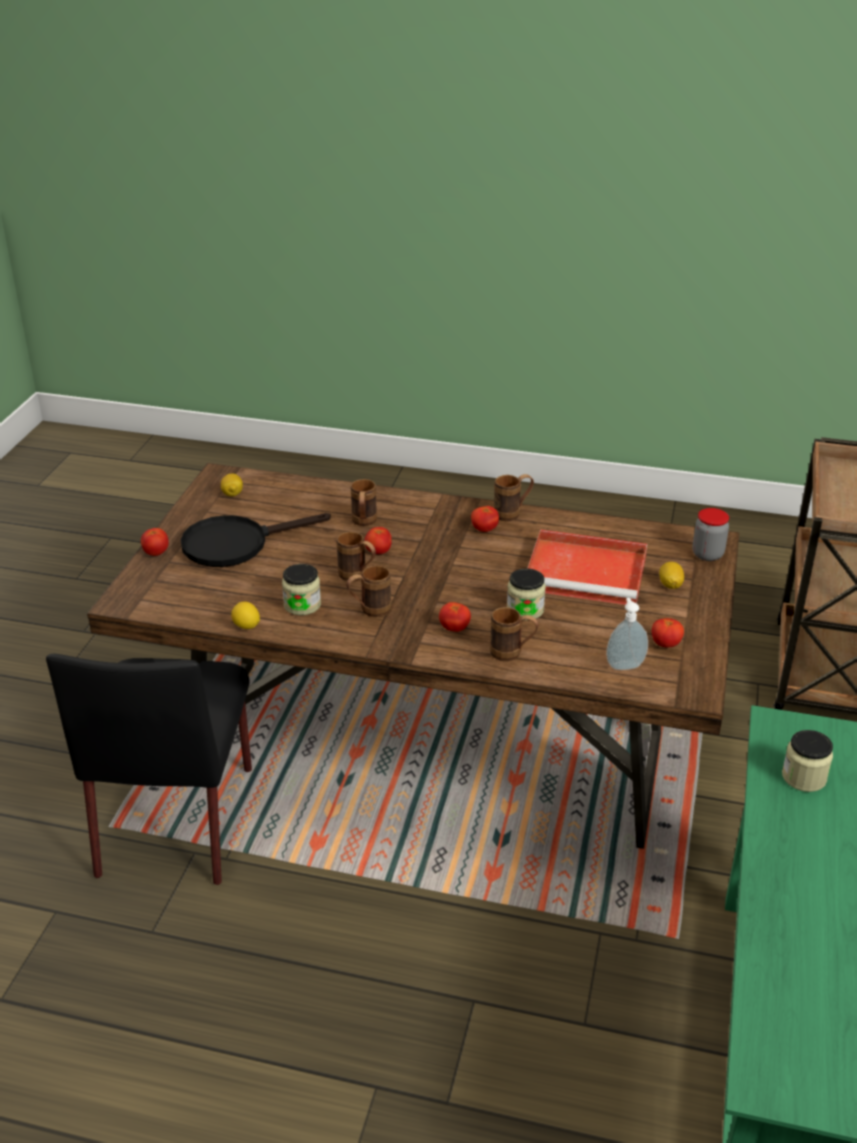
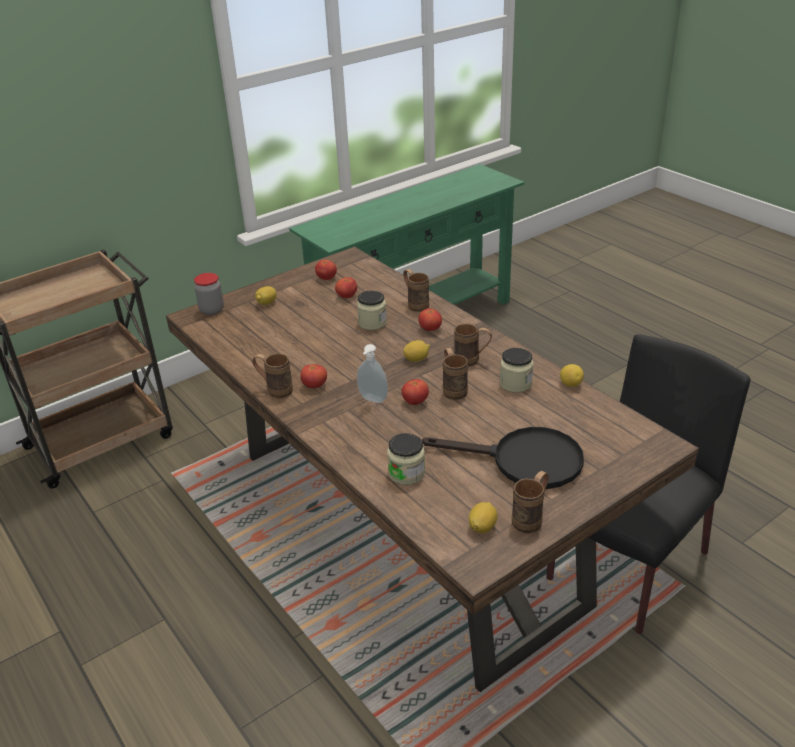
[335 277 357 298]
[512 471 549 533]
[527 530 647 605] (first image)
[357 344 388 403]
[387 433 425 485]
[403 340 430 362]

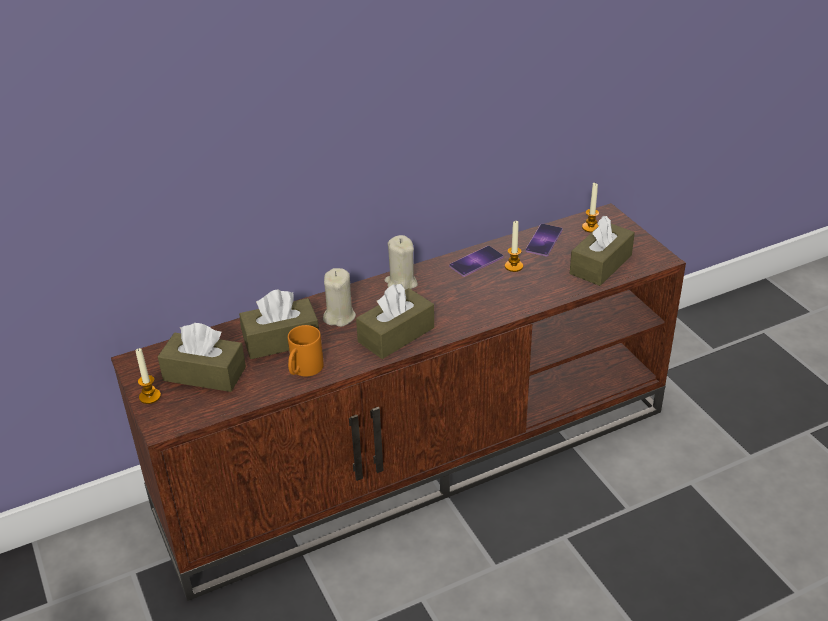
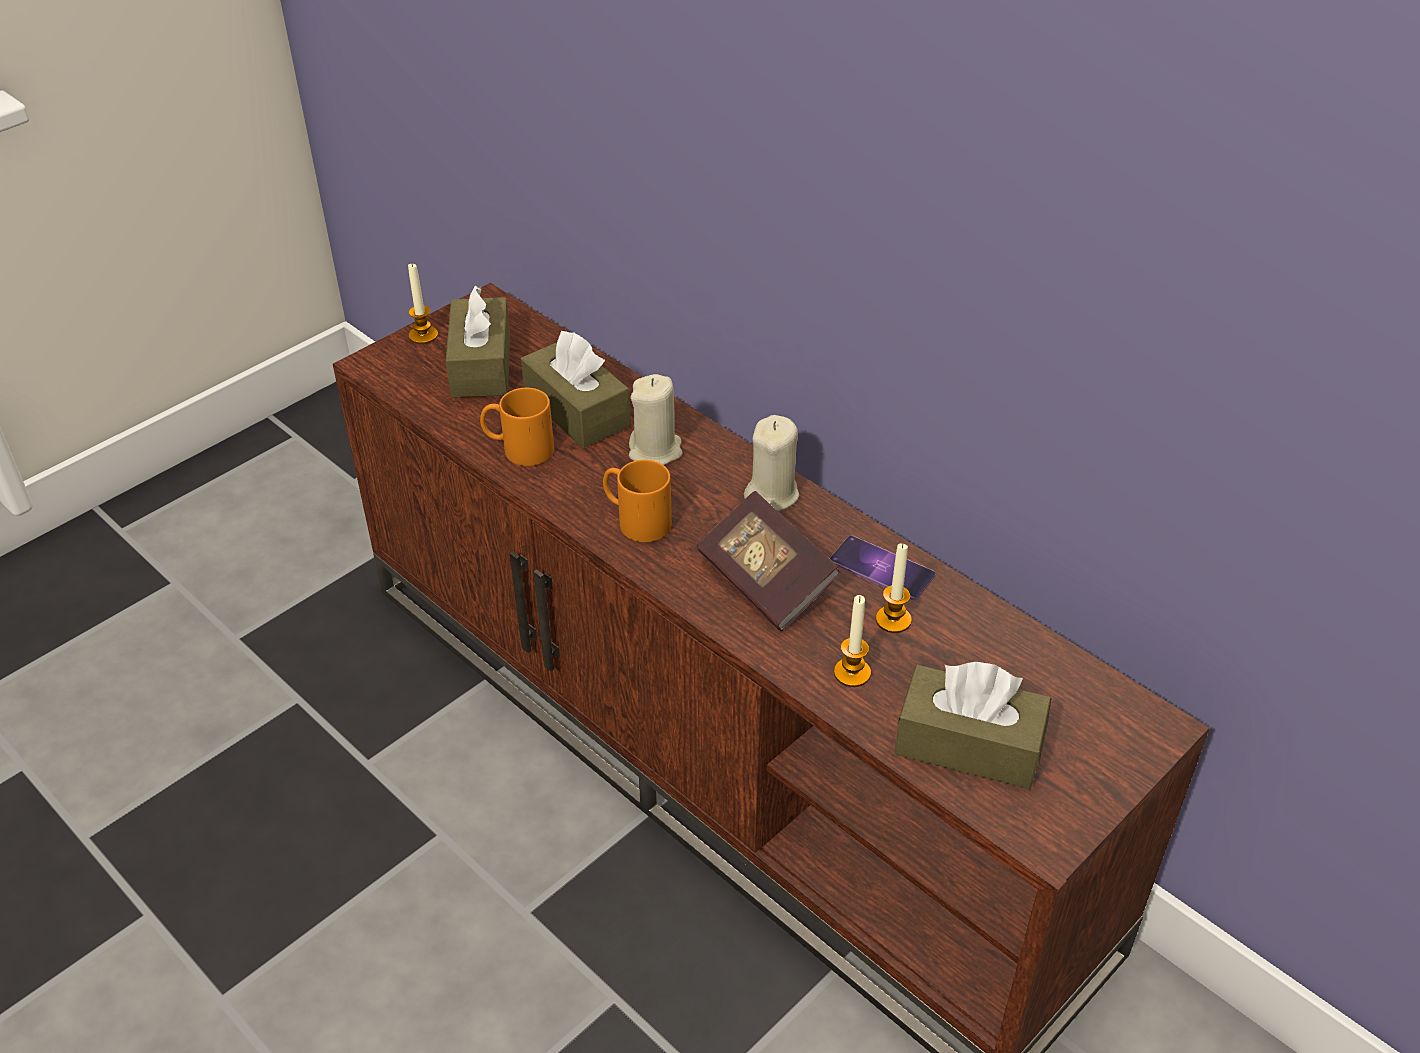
[603 460 672 542]
[526 224 563 256] (first image)
[834 595 871 687]
[697 491 841 631]

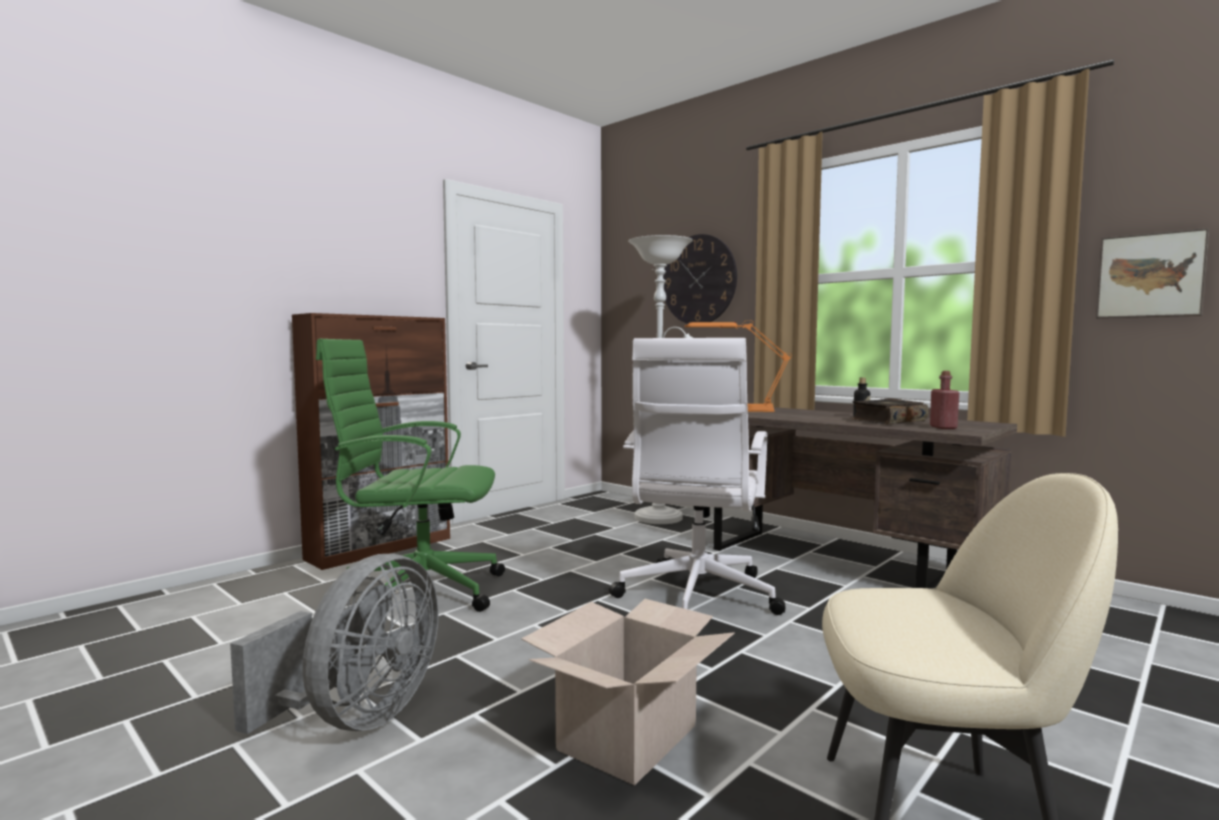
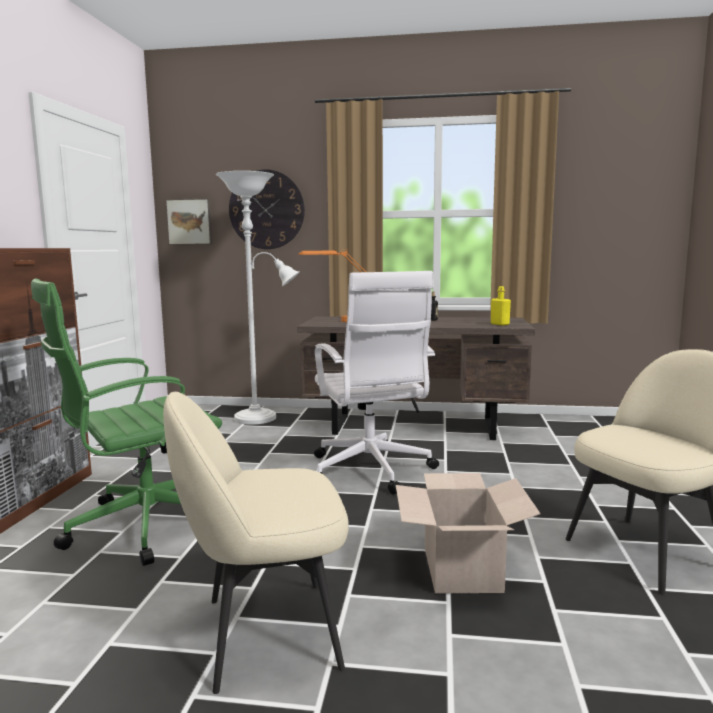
[163 392 349 694]
[851 398 929 424] (first image)
[491 286 511 326]
[165 198 213 245]

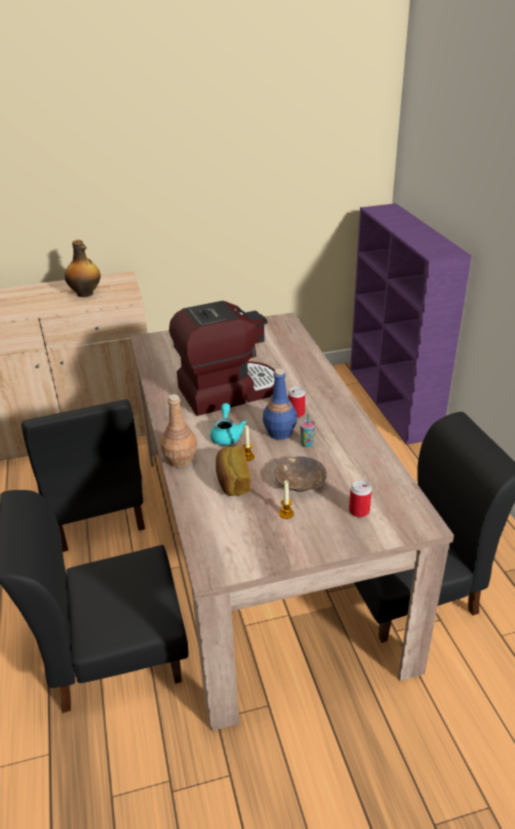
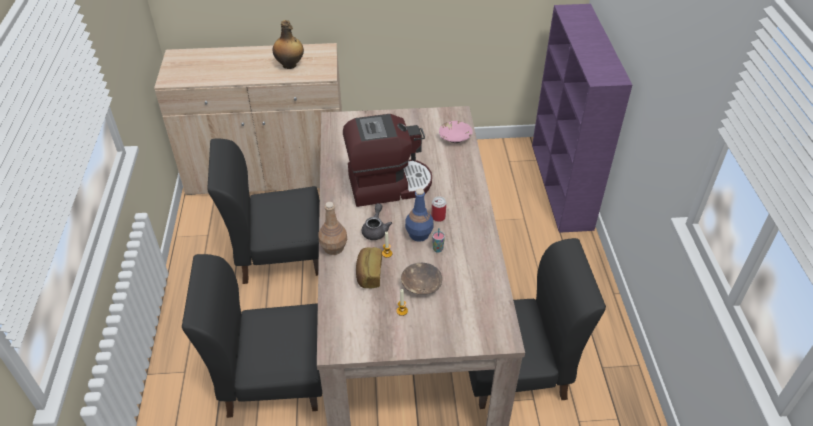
[207 138 320 284]
[362 203 392 240]
[349 480 372 517] (first image)
[439 121 473 143]

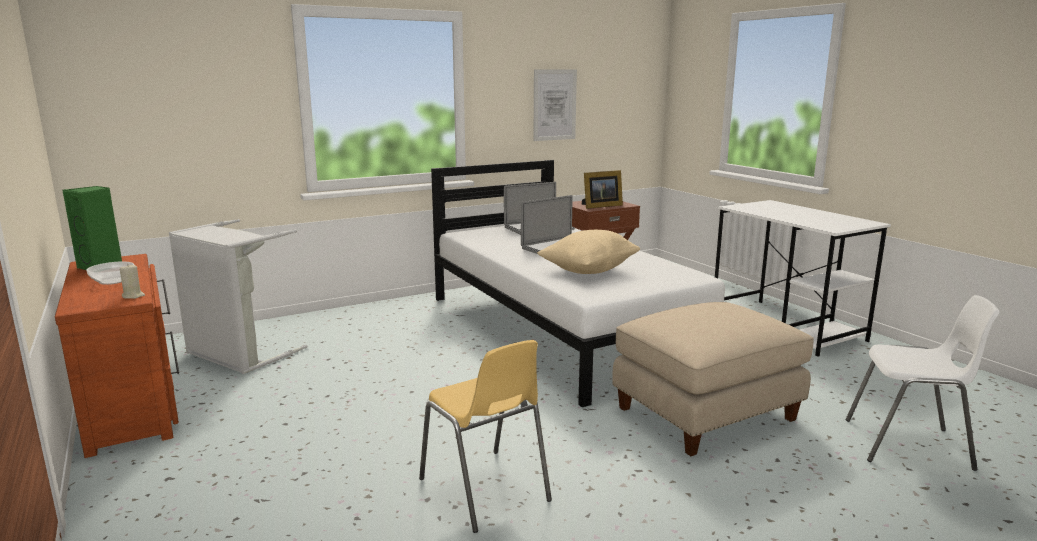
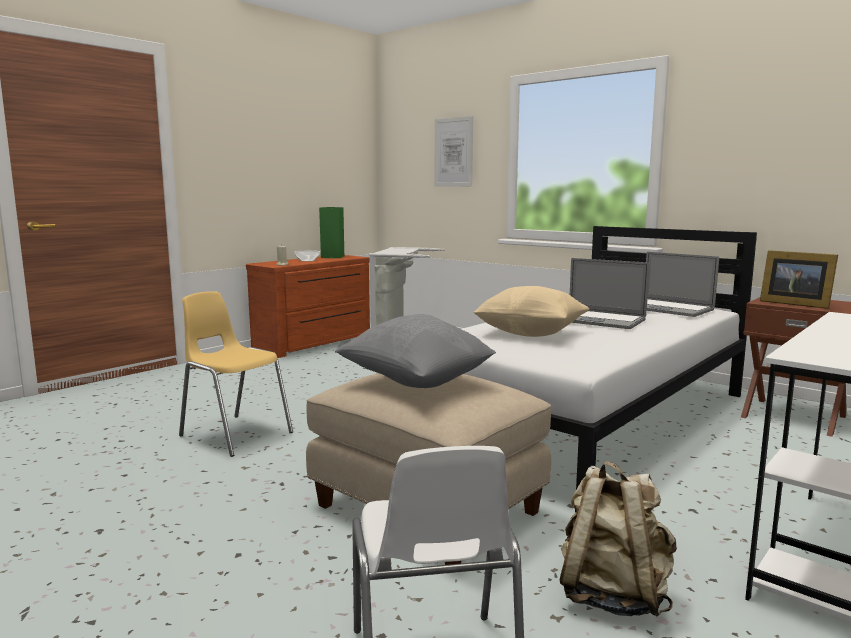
[179 291 293 457]
[435 116 473 187]
[335 314 496 388]
[560 461 677 616]

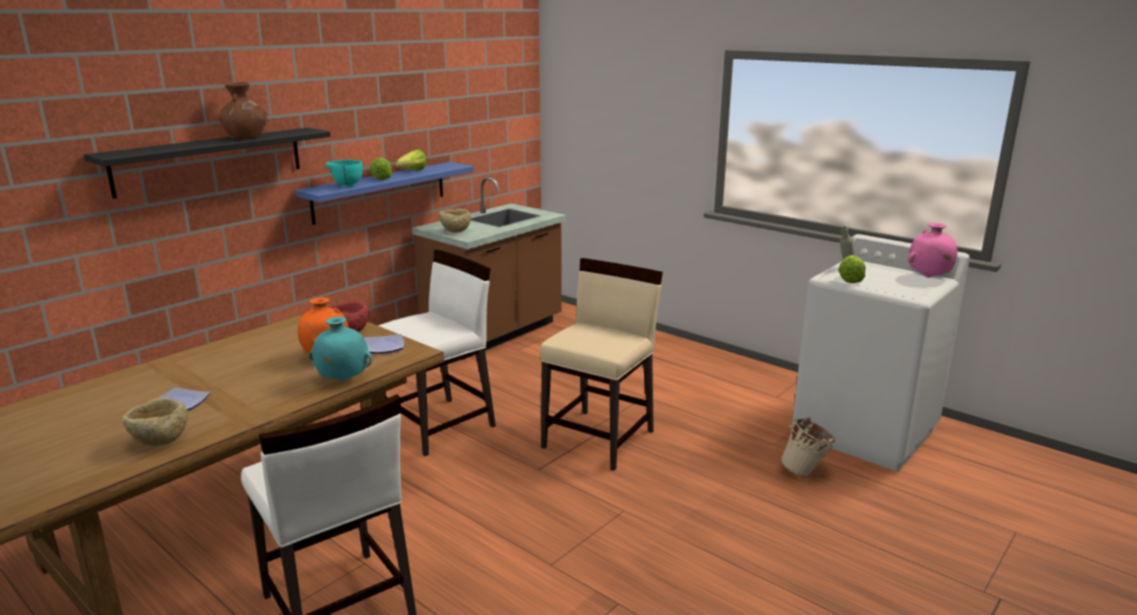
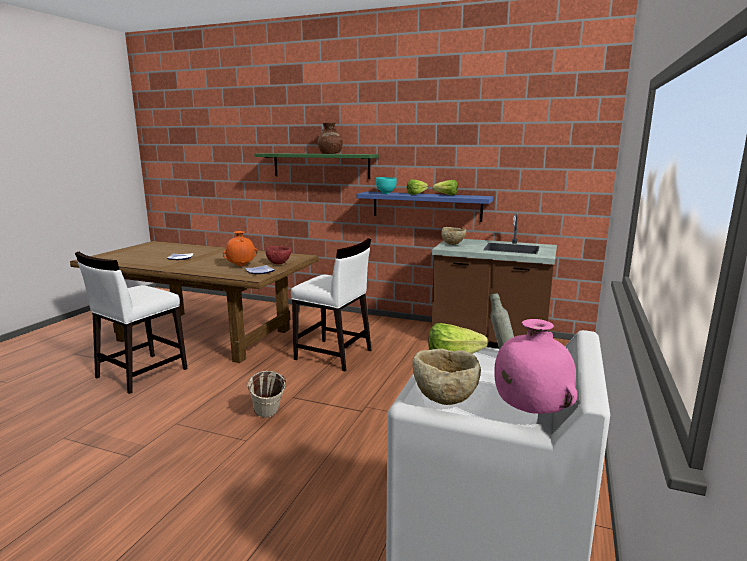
[255 153 379 179]
[412 349 481 405]
[309 317 372 381] (first image)
[540 258 663 471] (first image)
[247 371 286 418]

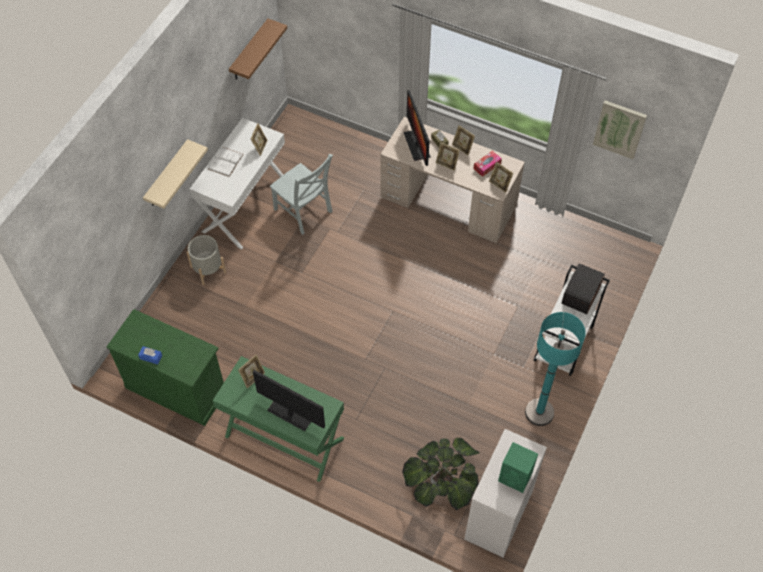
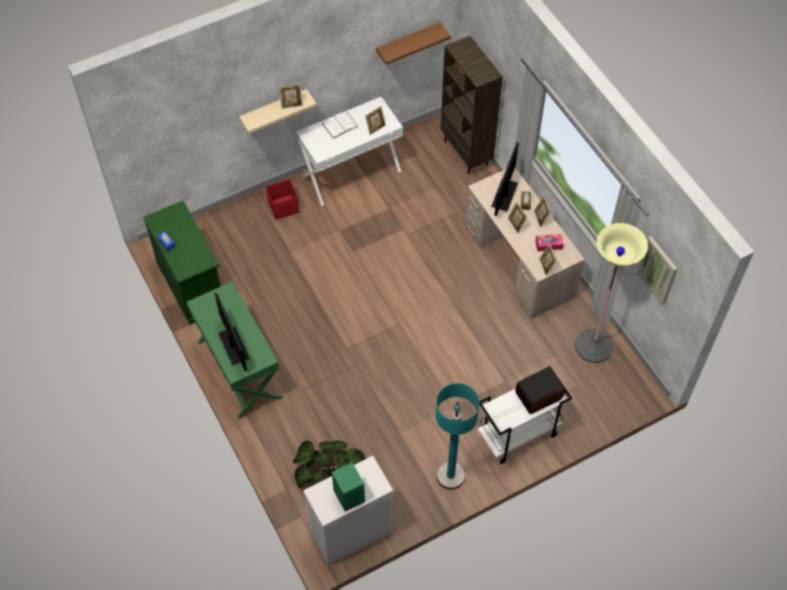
[266 179 299 220]
[279 84 302 109]
[270 154 333 235] (first image)
[441 36 503 174]
[575 223 648 363]

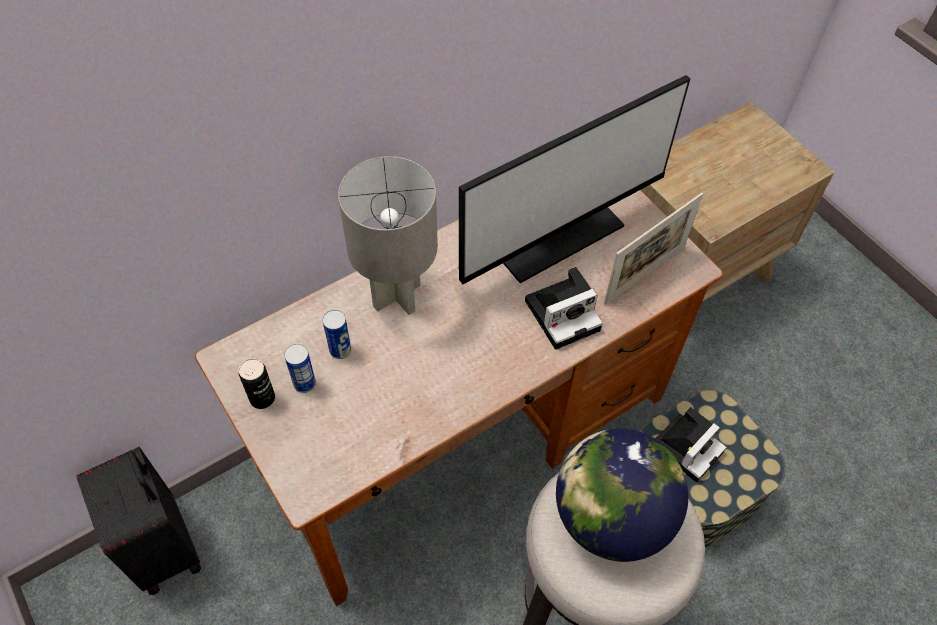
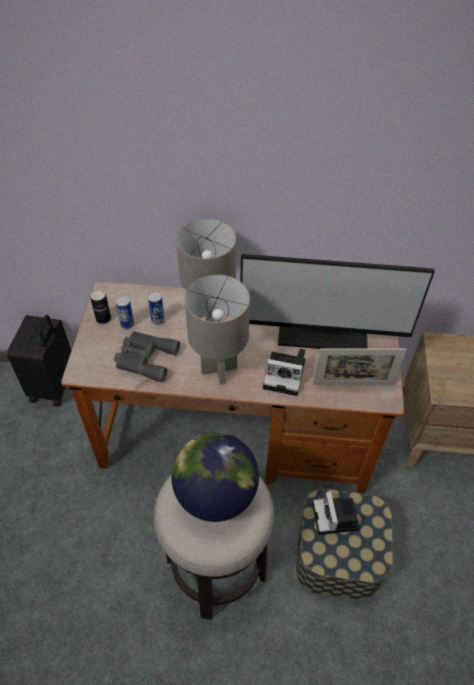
[312 491 360 535]
[114 331 180 383]
[185 275 250 384]

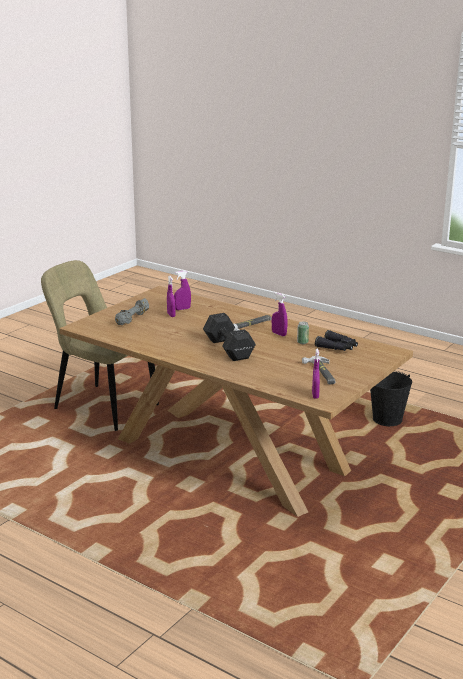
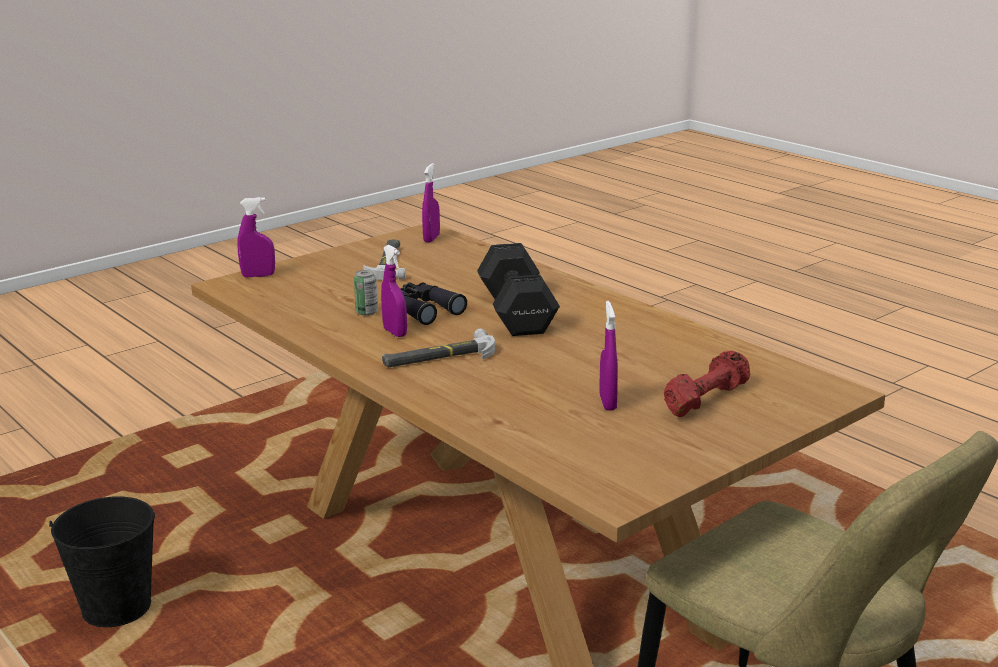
[664 351 750 417]
[237 197 275 277]
[401 282 467 325]

